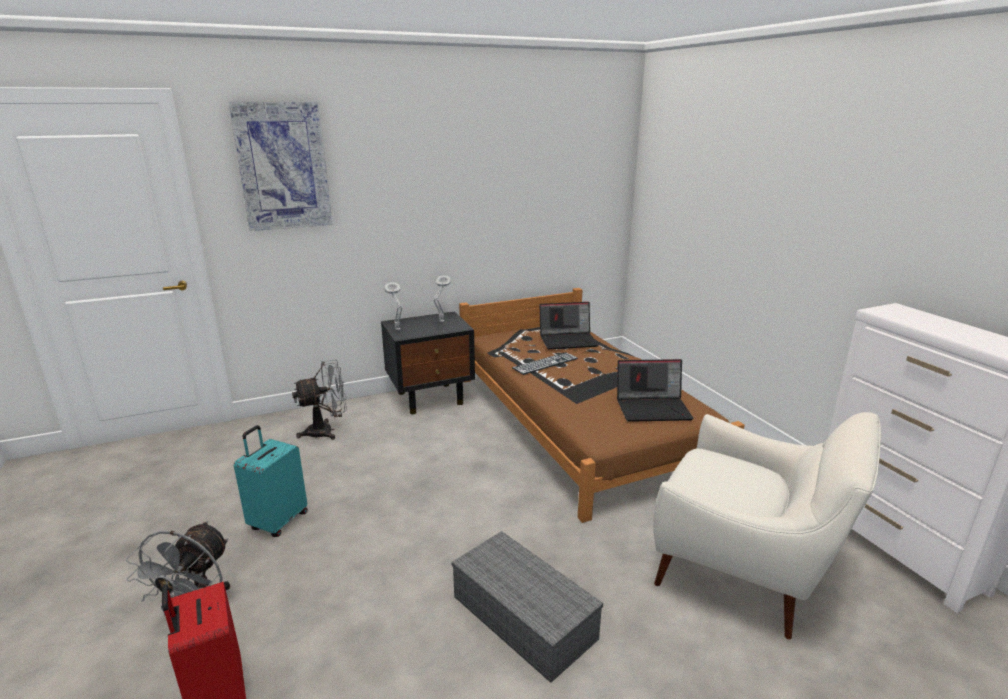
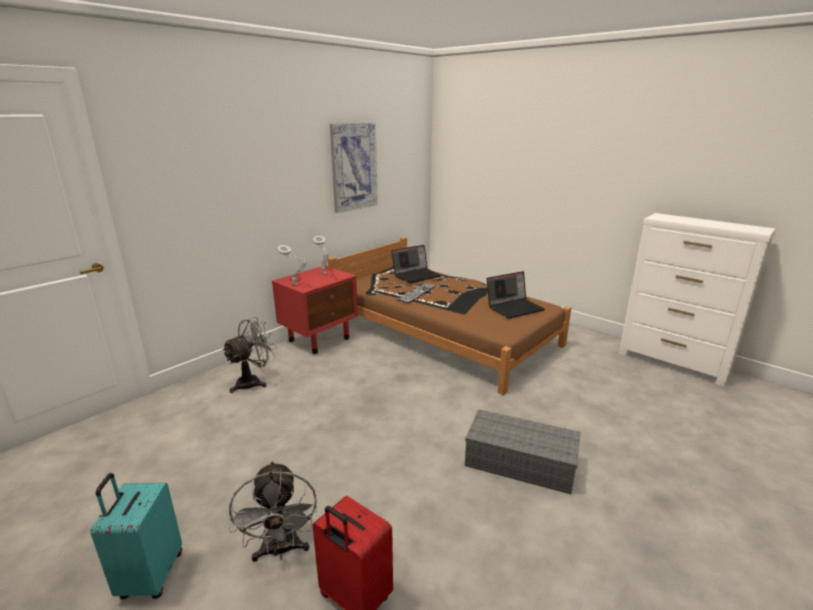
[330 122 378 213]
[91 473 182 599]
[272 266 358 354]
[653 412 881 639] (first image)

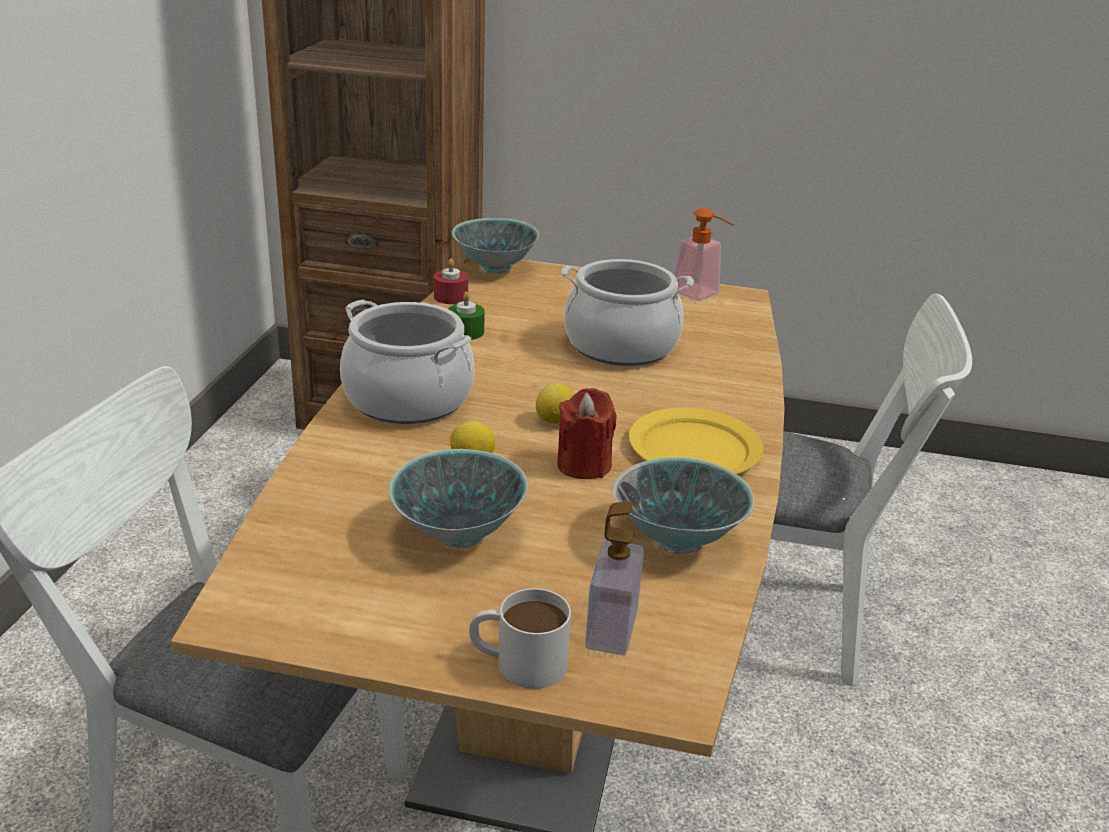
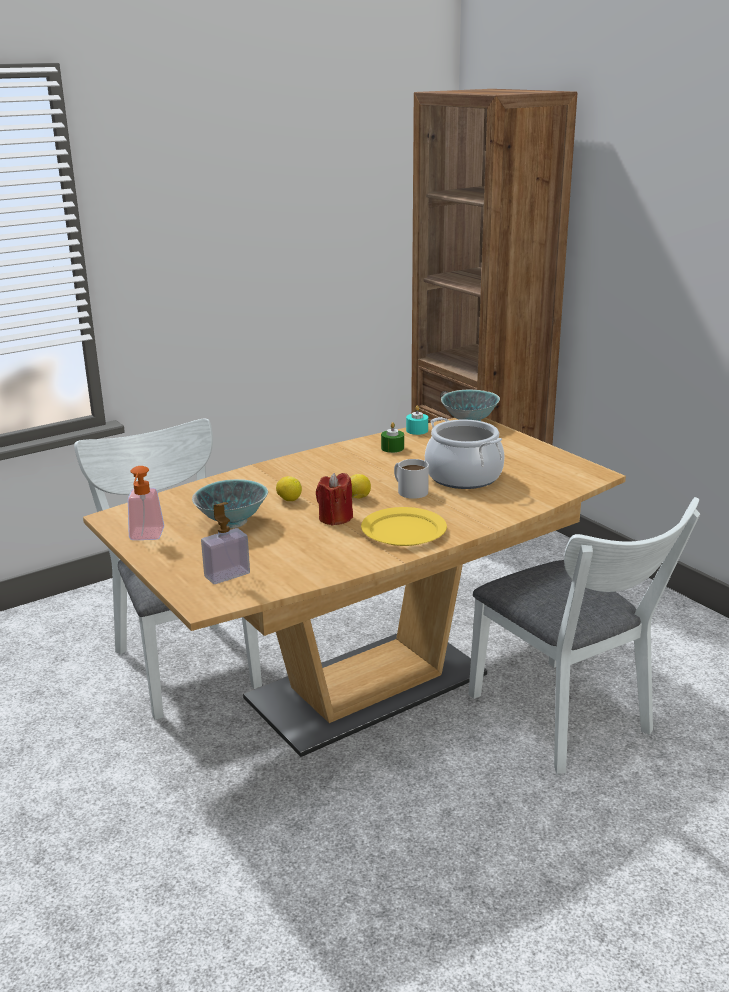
[340 300 474 424] (first image)
[406 406 428 435]
[394 459 429 499]
[612 457 754 554] (first image)
[128 466 164 540]

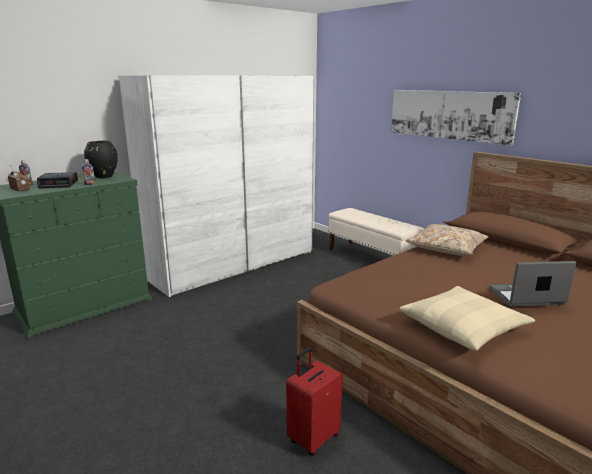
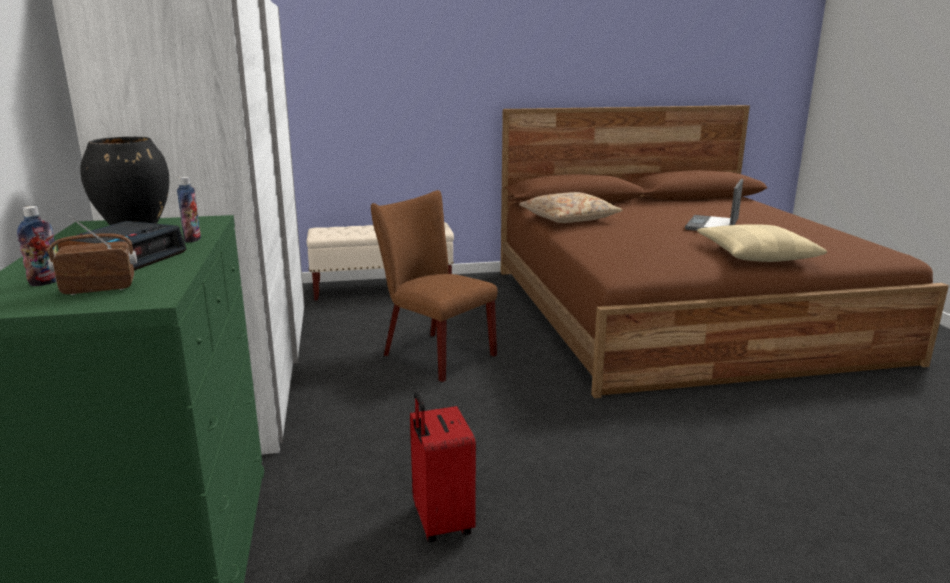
[410 392 476 542]
[391 90 521 146] (first image)
[371 190 498 382]

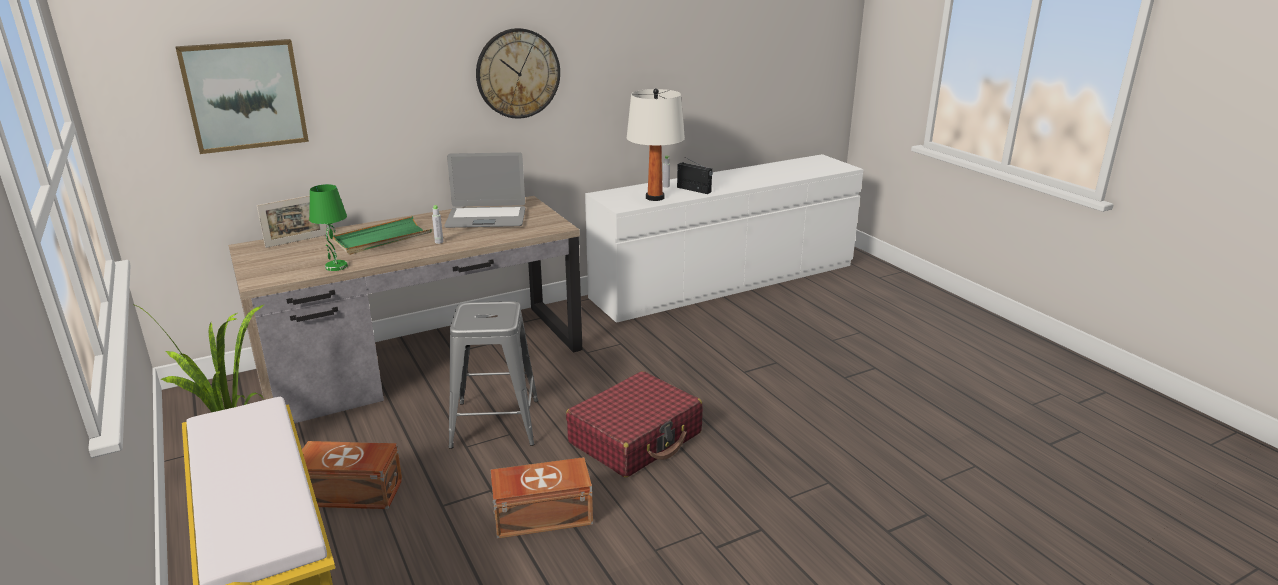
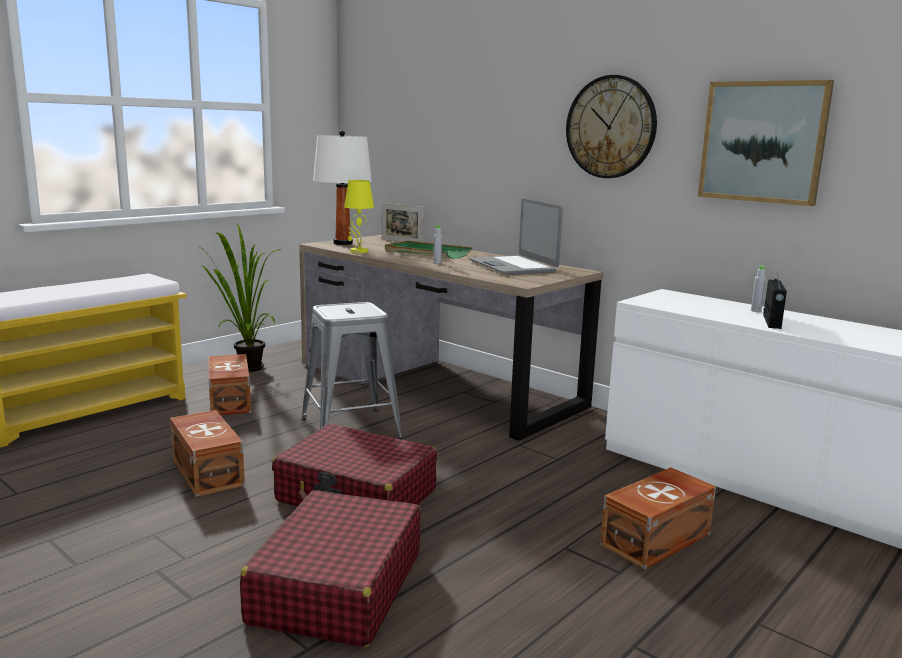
[698 80 834 206]
[344 180 374 253]
[313 130 372 245]
[240 490 421 647]
[600 467 716 570]

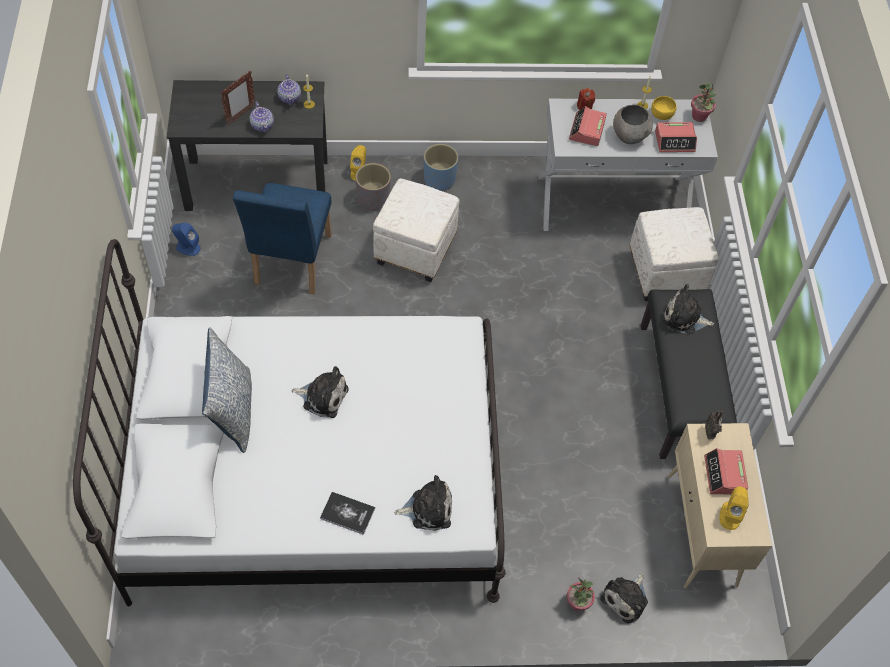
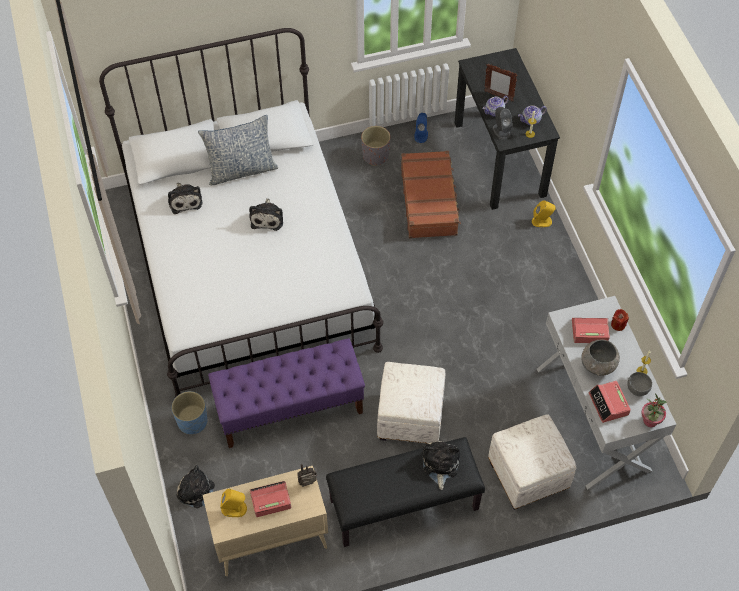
[401 151 461 238]
[320 492 375 535] (first image)
[361 126 390 166]
[377 362 445 444]
[168 183 203 214]
[172 391 208 434]
[567 577 595 611] (first image)
[627 372 652 396]
[208 338 365 448]
[493 107 513 140]

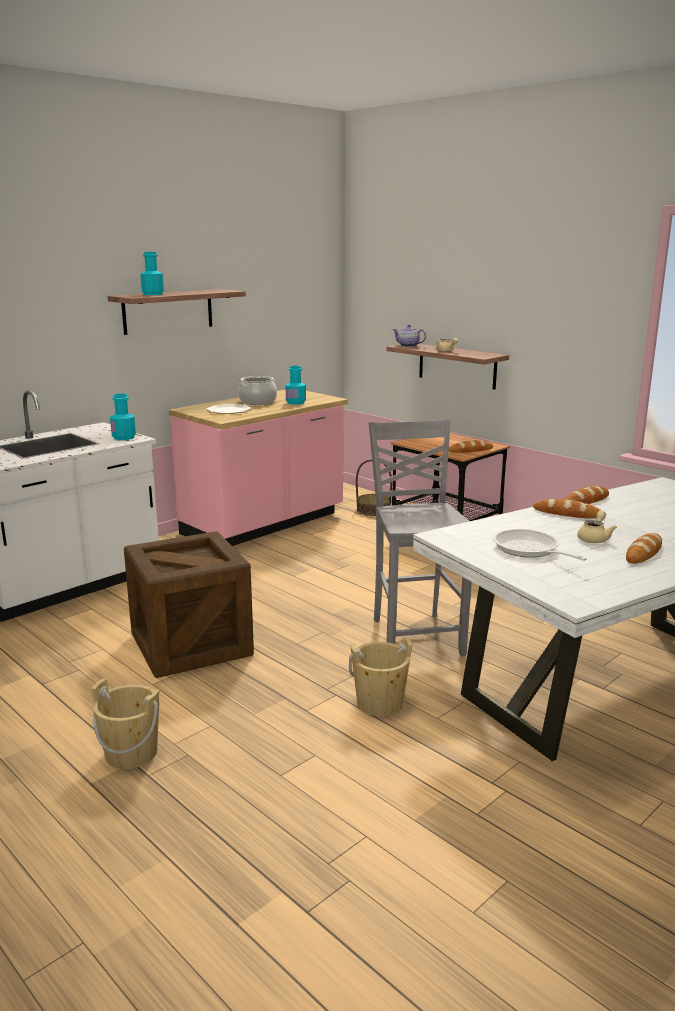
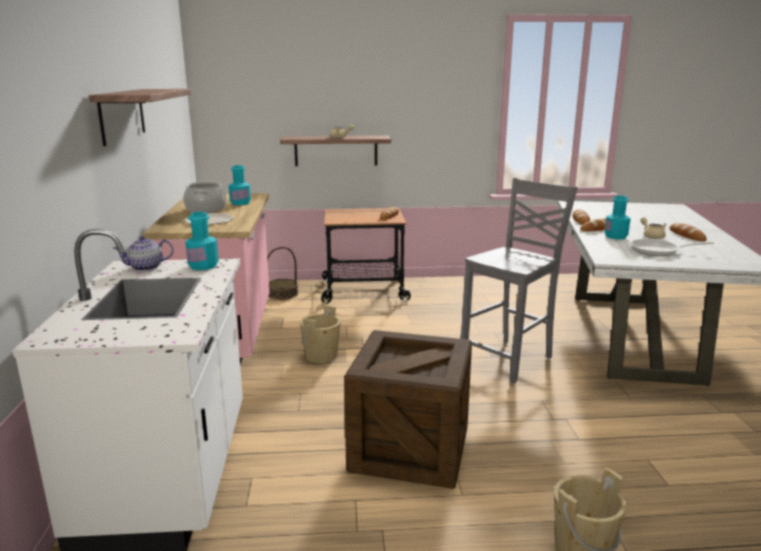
[604 195 631 239]
[300 305 341 363]
[461 178 578 384]
[113 236 173 271]

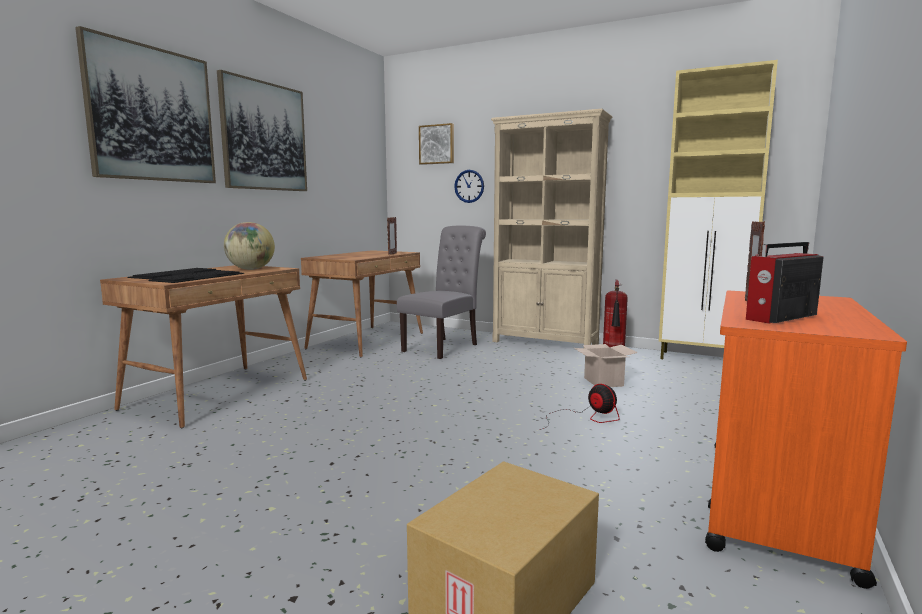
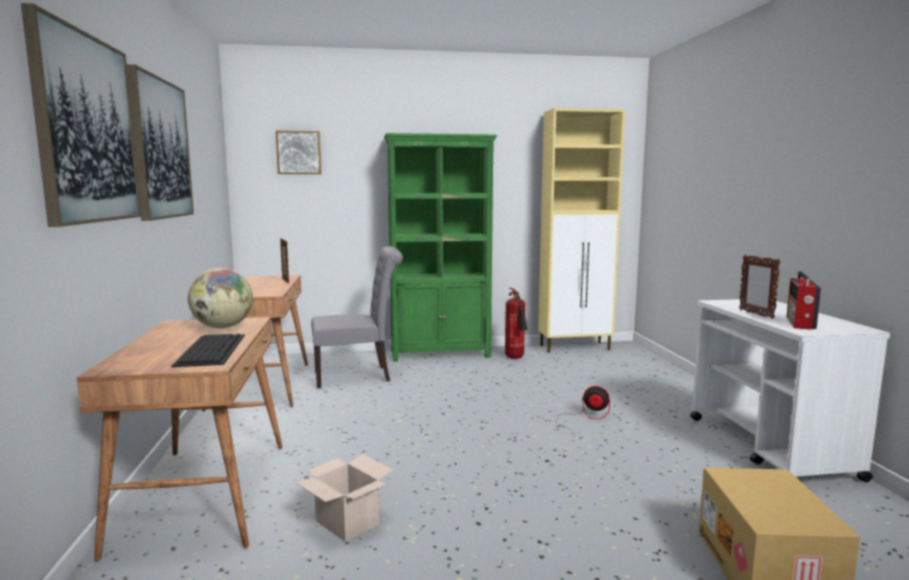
[128 268 218 280] (first image)
[311 246 403 388]
[454 170 484 203] (first image)
[384 133 497 362]
[296 454 393 541]
[690 299 890 482]

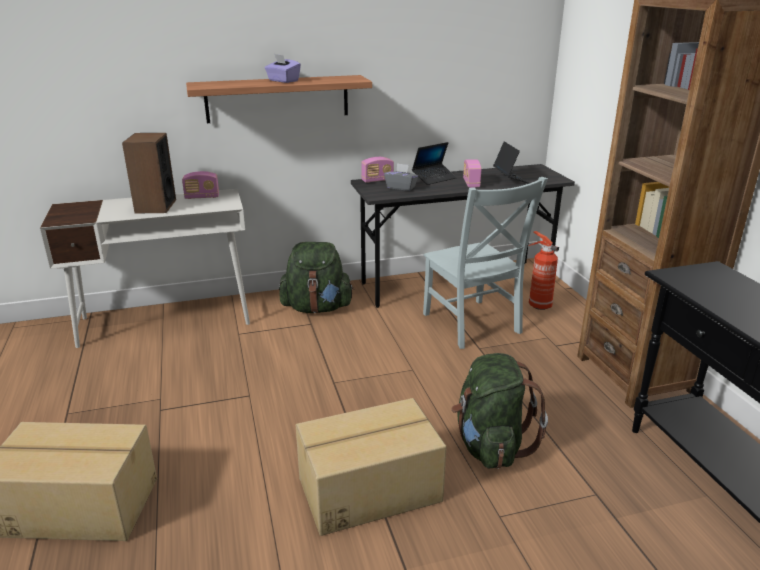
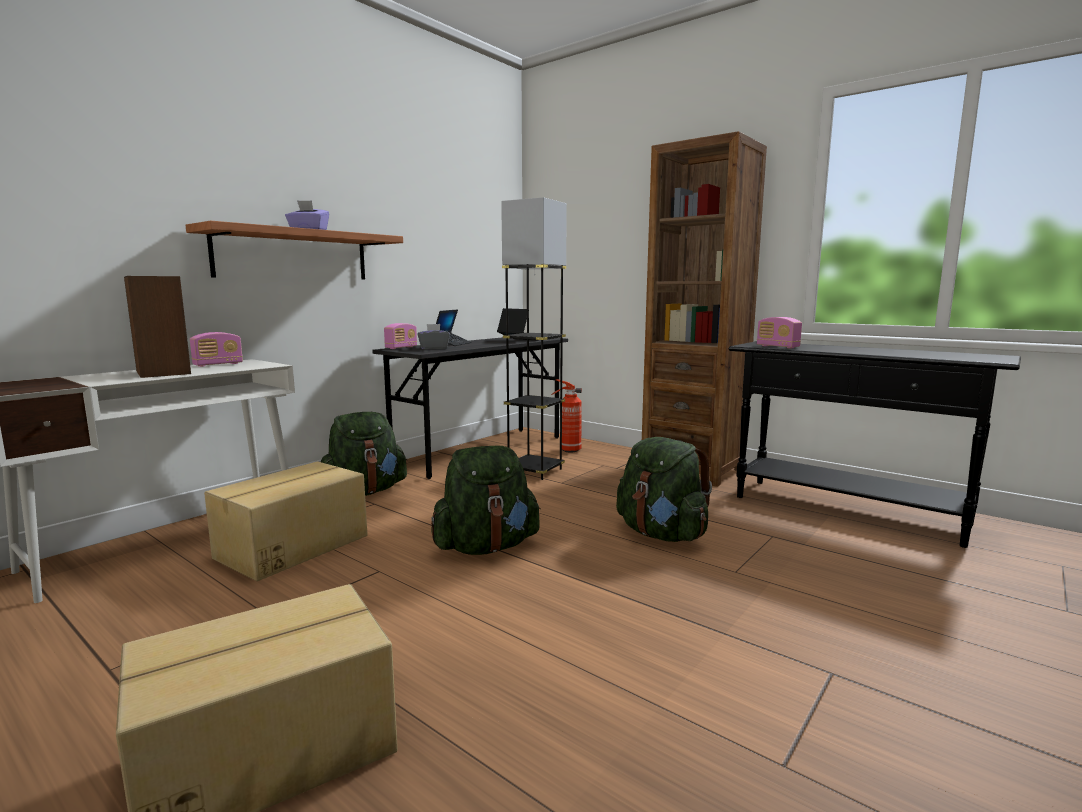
[204 461 368 581]
[501 197 567 480]
[757 317 802 348]
[431 445 541 555]

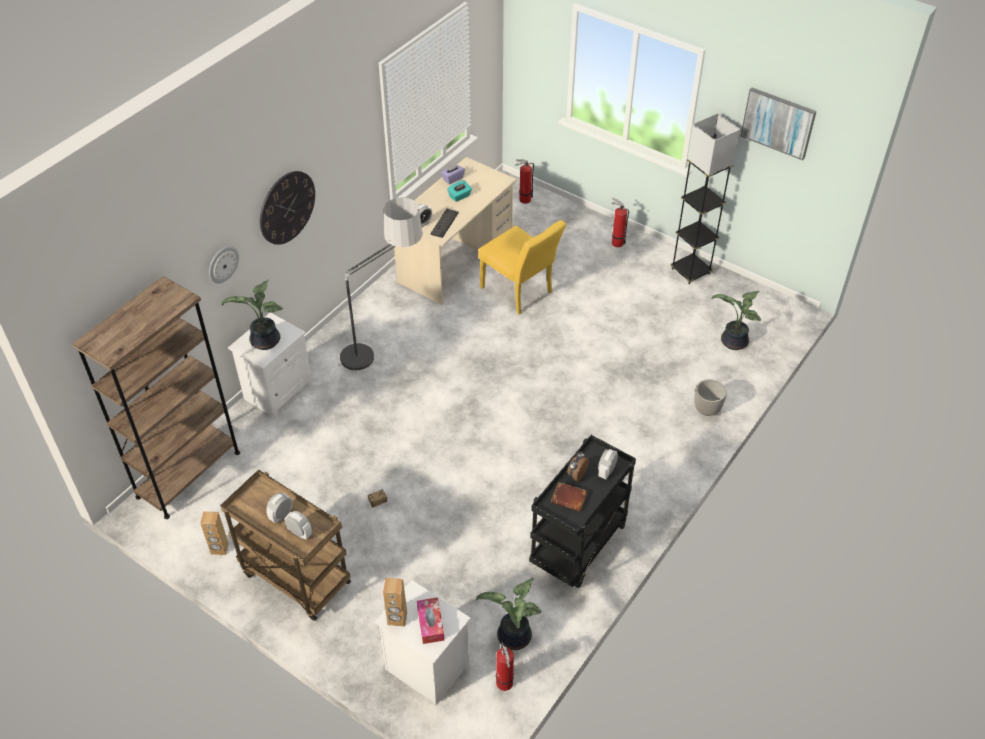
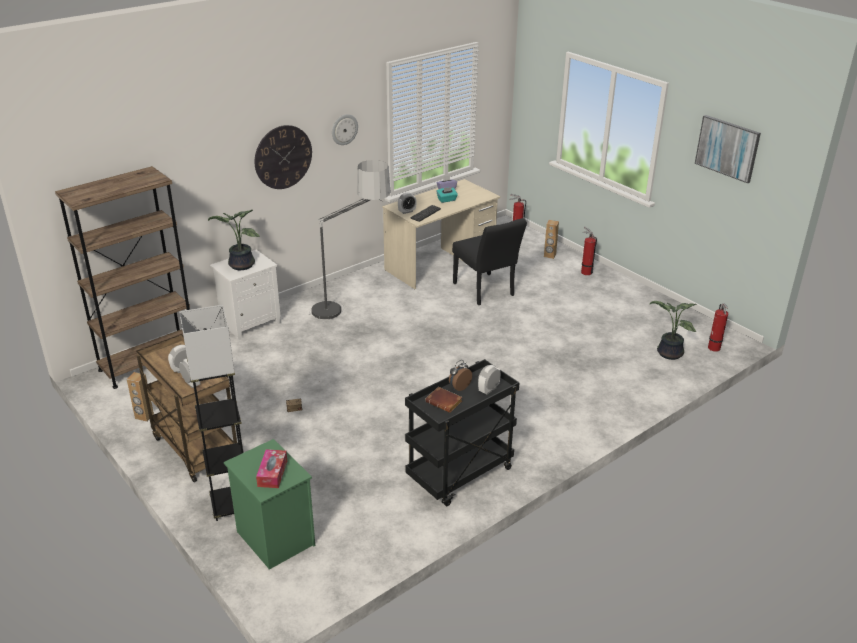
[332 114 358 145]
[224 439 315 570]
[544 220 559 259]
[476 578 542 650] (first image)
[452 218 527 305]
[708 303 728 352]
[179 305 244 521]
[694 379 727 416] (first image)

